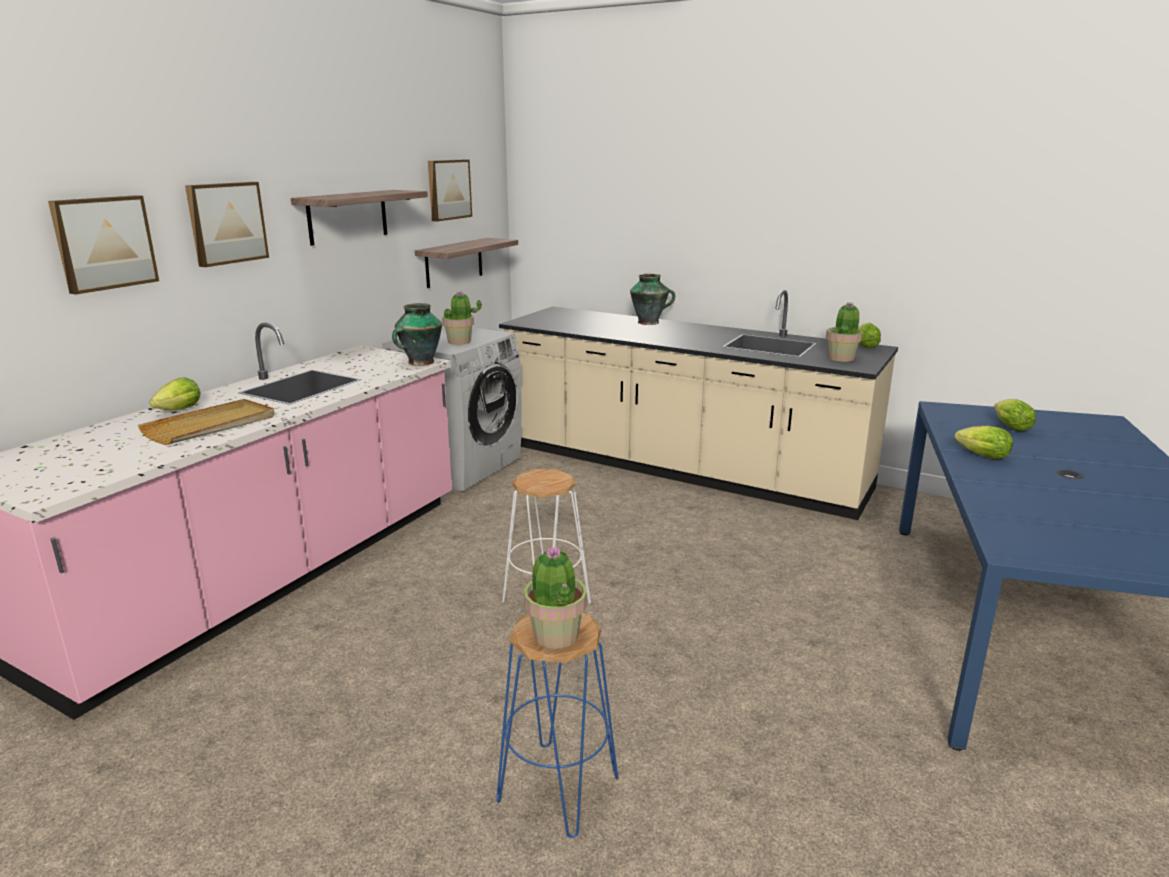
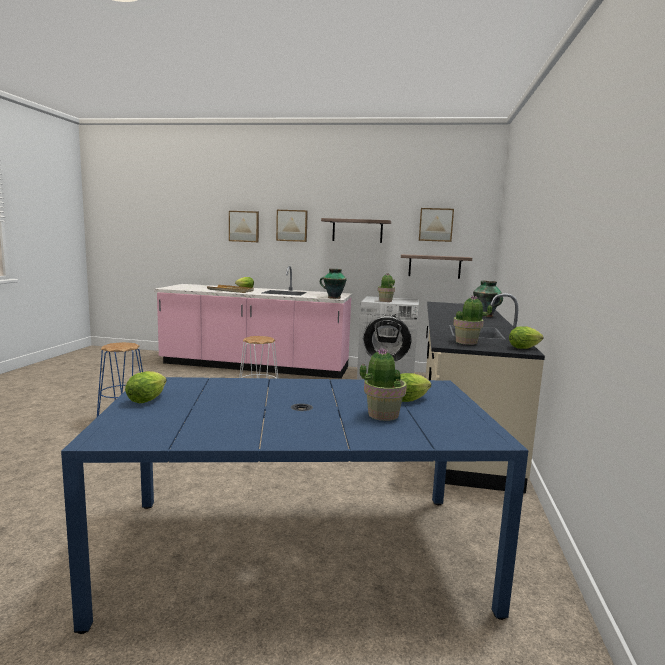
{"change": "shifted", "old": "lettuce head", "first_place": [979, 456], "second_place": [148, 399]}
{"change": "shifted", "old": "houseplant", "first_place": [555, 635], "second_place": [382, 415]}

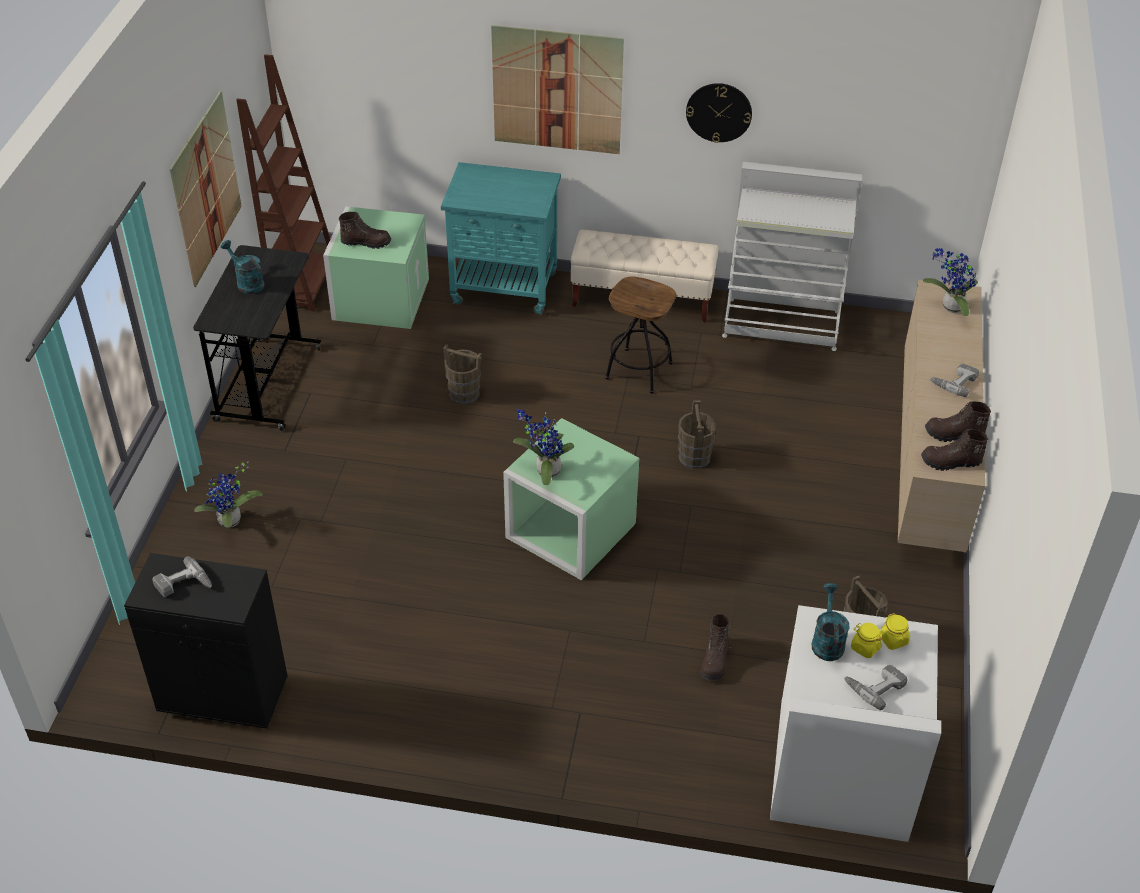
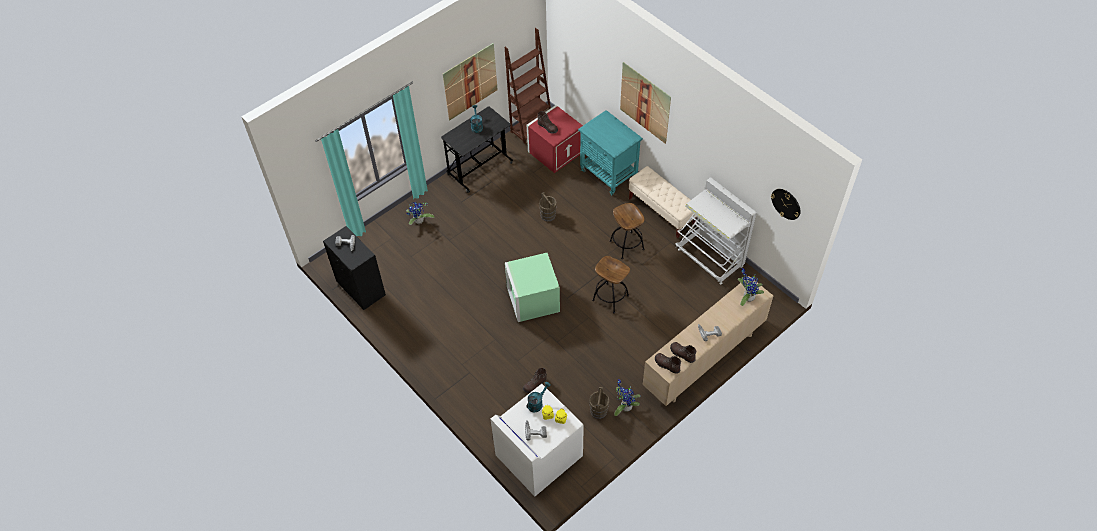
{"change": "repainted", "old": "green storage container", "new": "reddish storage container", "first_place": [380, 298], "second_place": [555, 151]}
{"change": "swapped", "old": "brownish water bucket", "new": "brownish sitting stool", "first_place": [694, 457], "second_place": [610, 297]}
{"change": "shifted", "old": "houseplant", "first_place": [545, 471], "second_place": [625, 406]}
{"change": "shifted", "old": "wall clock", "first_place": [719, 112], "second_place": [786, 203]}

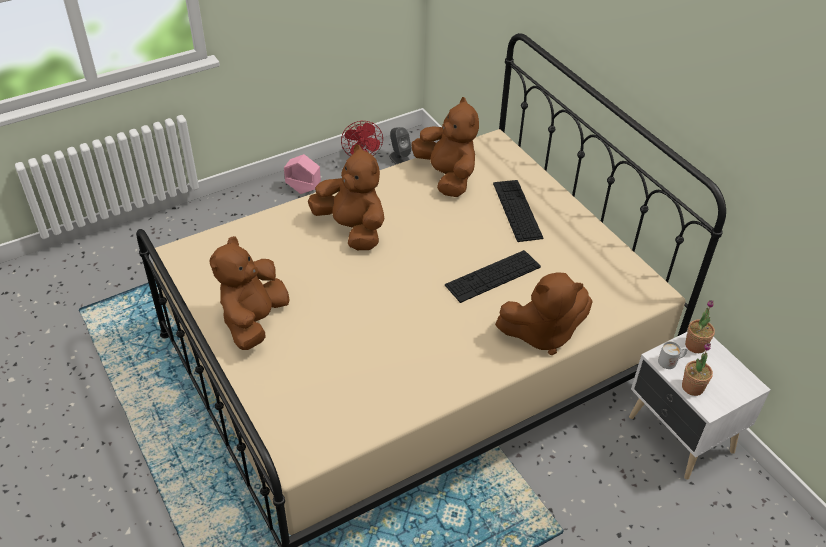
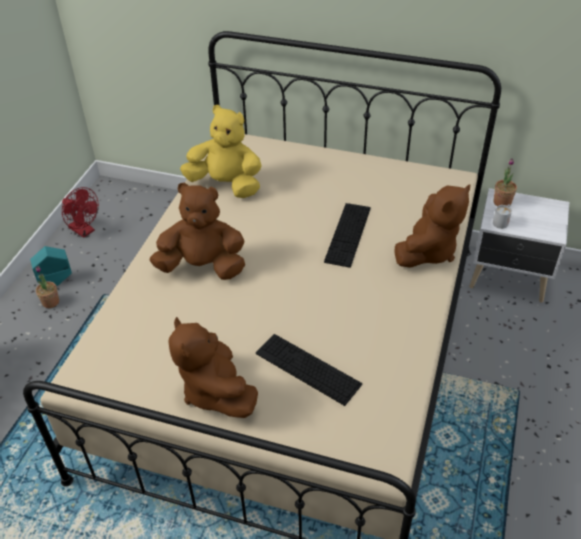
{"change": "repainted", "old": "pink-coloured flower pot", "new": "turquoise-coloured flower pot", "first_place": [303, 189], "second_place": [56, 280]}
{"change": "shifted", "old": "houseplant", "first_place": [692, 387], "second_place": [51, 302]}
{"change": "repainted", "old": "brownish soft toy", "new": "yellow-coloured soft toy", "first_place": [447, 177], "second_place": [226, 185]}
{"change": "shifted", "old": "PC keyboard", "first_place": [517, 210], "second_place": [307, 368]}
{"change": "gone", "old": "gray loudspeaker", "first_place": [399, 158]}

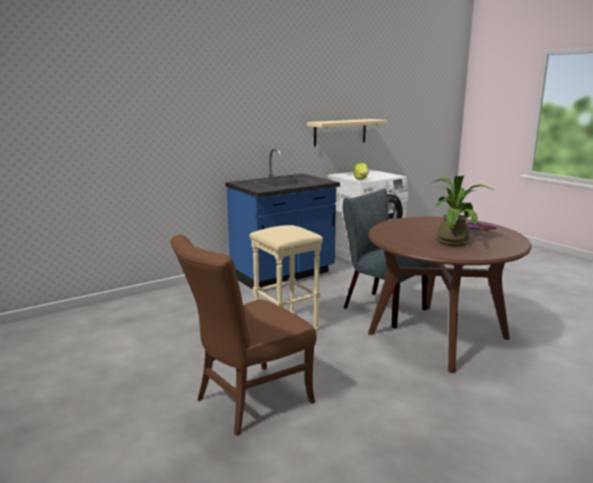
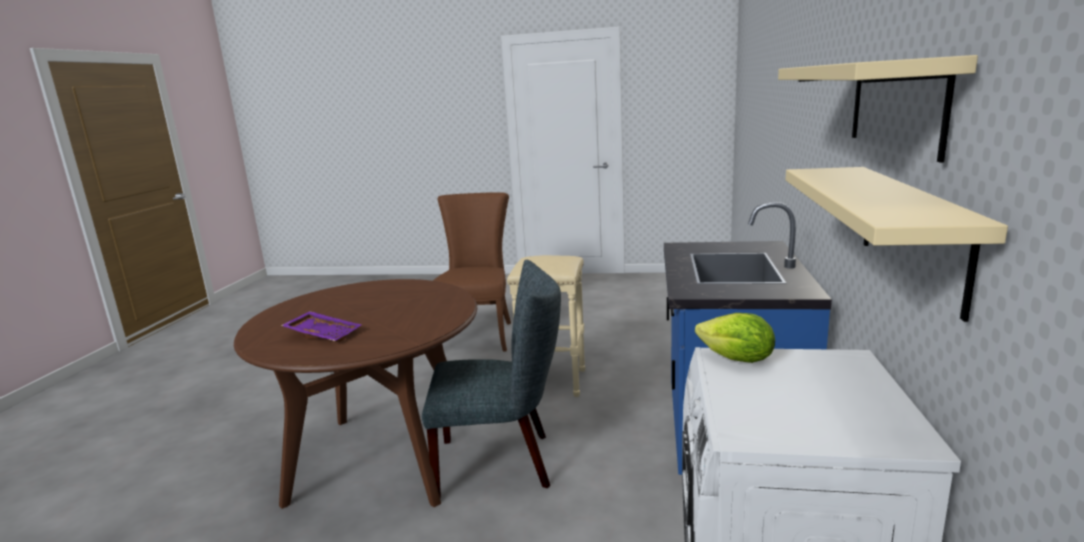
{"change": "new", "new": "sand-coloured shelf", "second_place": [895, 104]}
{"change": "gone", "old": "houseplant", "first_place": [453, 241]}

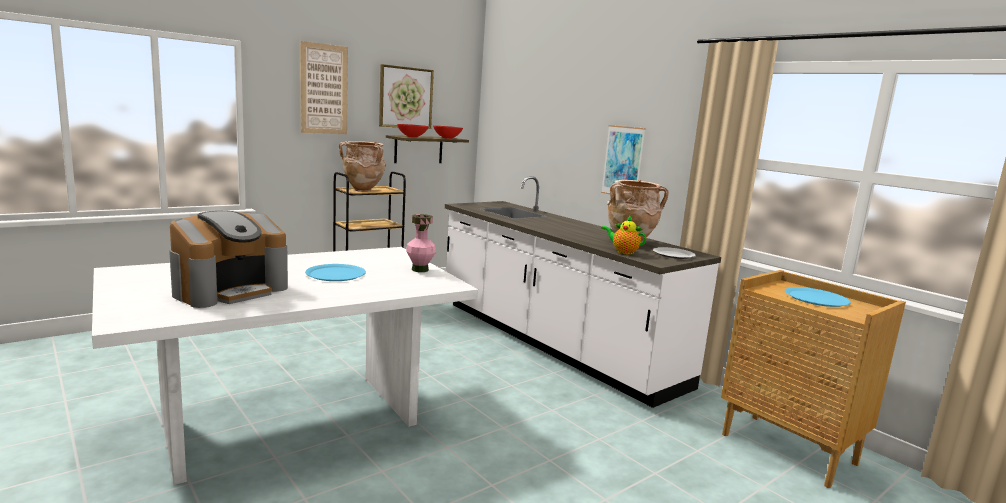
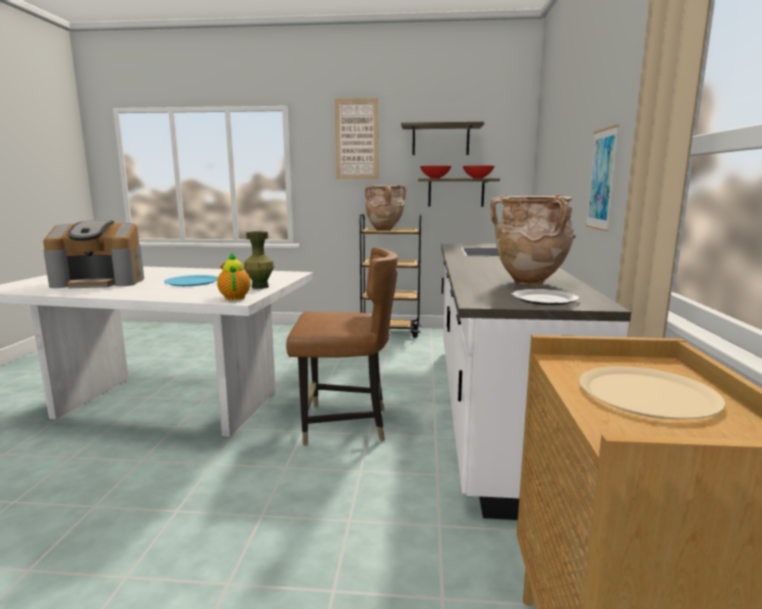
{"change": "shifted", "old": "tea pot", "first_place": [623, 252], "second_place": [235, 297]}
{"change": "repainted", "old": "pink-coloured decorative vase", "new": "green decorative vase", "first_place": [420, 270], "second_place": [259, 287]}
{"change": "new", "new": "brownish upright chair", "second_place": [345, 424]}
{"change": "swapped", "old": "wall art", "new": "shelf", "first_place": [405, 97], "second_place": [440, 140]}
{"change": "repainted", "old": "blue-coloured flat dish", "new": "sand-coloured flat dish", "first_place": [816, 298], "second_place": [647, 394]}

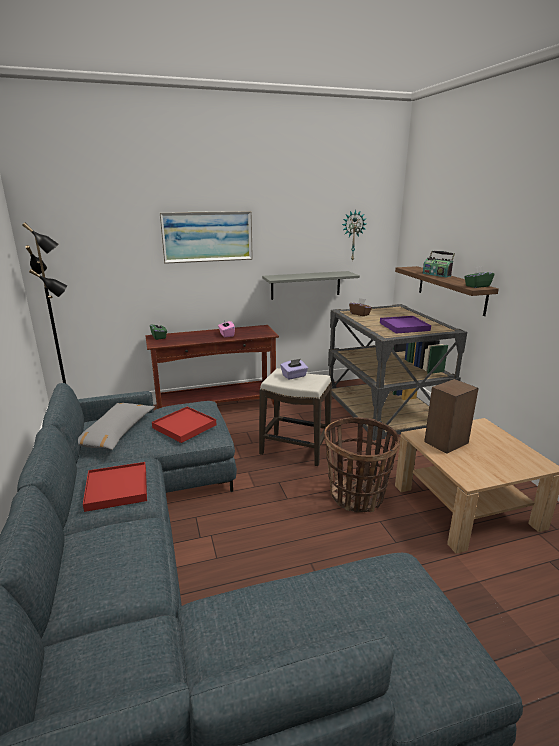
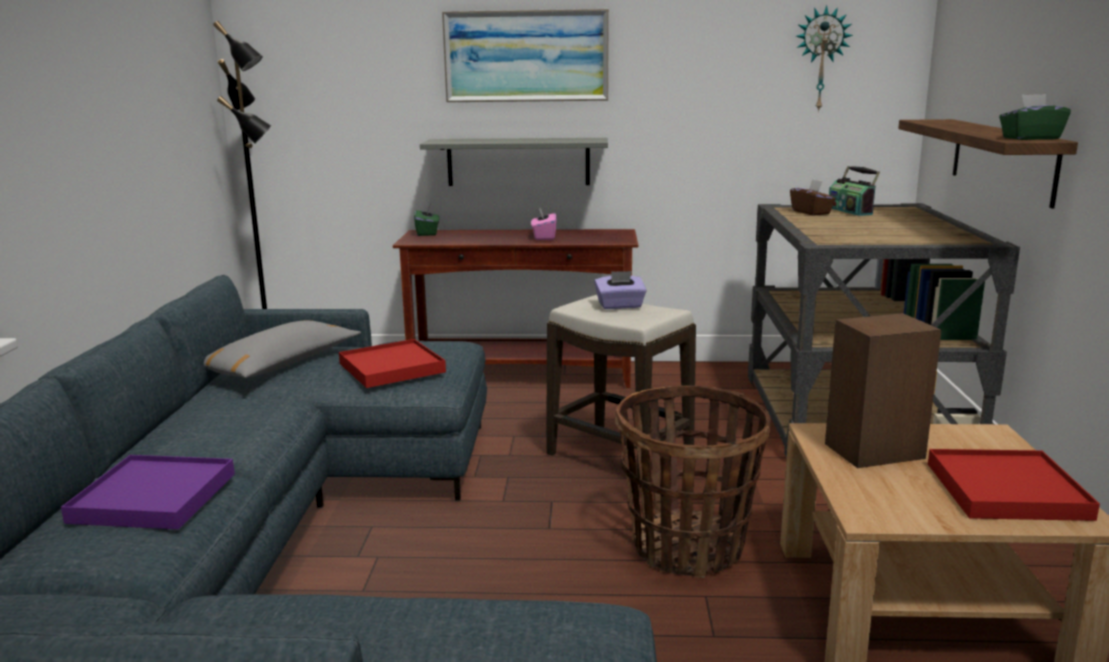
{"change": "shifted", "old": "purple-coloured serving tray", "first_place": [404, 327], "second_place": [154, 497]}
{"change": "shifted", "old": "gray shelf", "first_place": [306, 285], "second_place": [518, 162]}
{"change": "shifted", "old": "radio set", "first_place": [437, 274], "second_place": [851, 211]}
{"change": "shifted", "old": "reddish serving tray", "first_place": [117, 488], "second_place": [1006, 490]}

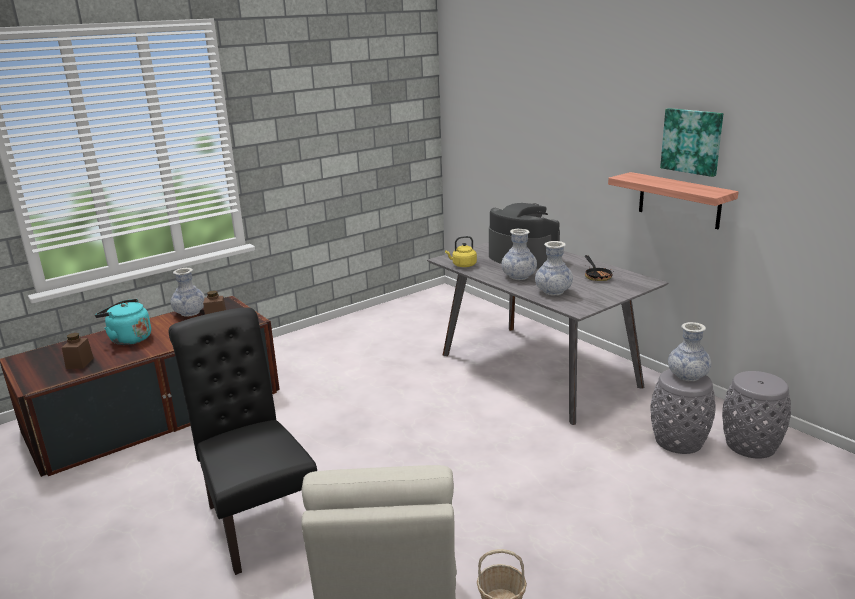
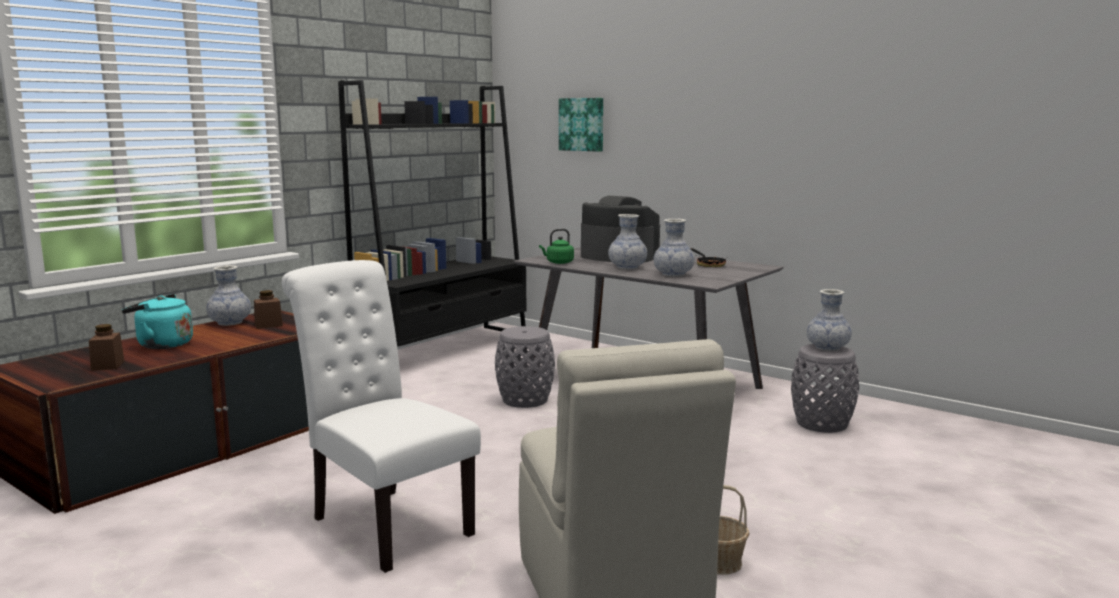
{"change": "repainted", "old": "black-coloured upright chair", "new": "whitish upright chair", "first_place": [257, 519], "second_place": [384, 523]}
{"change": "new", "new": "black-coloured shelving unit", "second_place": [445, 349]}
{"change": "shifted", "old": "gray sitting stool", "first_place": [750, 445], "second_place": [525, 400]}
{"change": "repainted", "old": "yellow-coloured kettle", "new": "green kettle", "first_place": [463, 265], "second_place": [558, 262]}
{"change": "shifted", "old": "wall art", "first_place": [692, 141], "second_place": [582, 124]}
{"change": "gone", "old": "shelf", "first_place": [679, 200]}

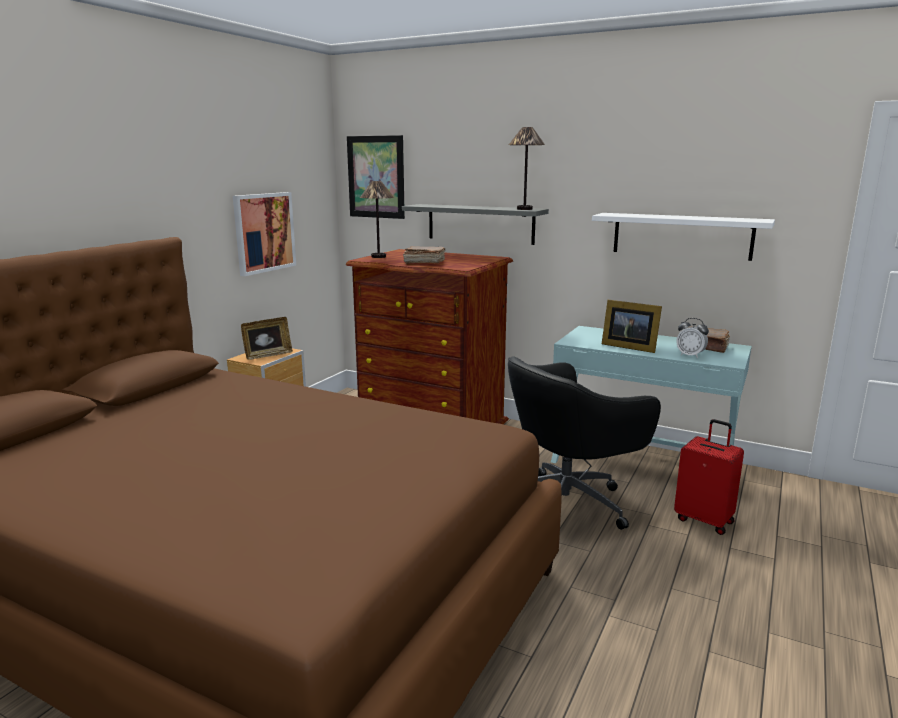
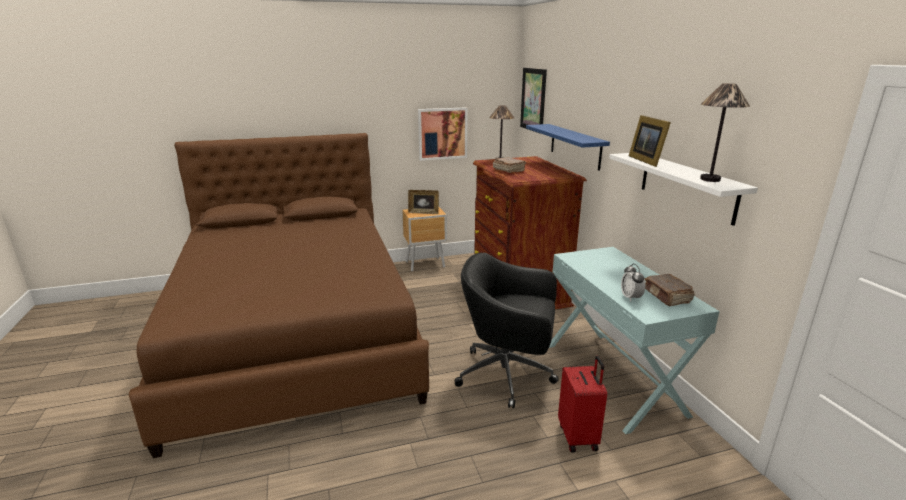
{"change": "repainted", "old": "gray shelf", "new": "blue-coloured shelf", "first_place": [480, 223], "second_place": [575, 146]}
{"change": "shifted", "old": "standing frame", "first_place": [628, 346], "second_place": [647, 160]}
{"change": "shifted", "old": "lamp for a table", "first_place": [524, 209], "second_place": [709, 179]}

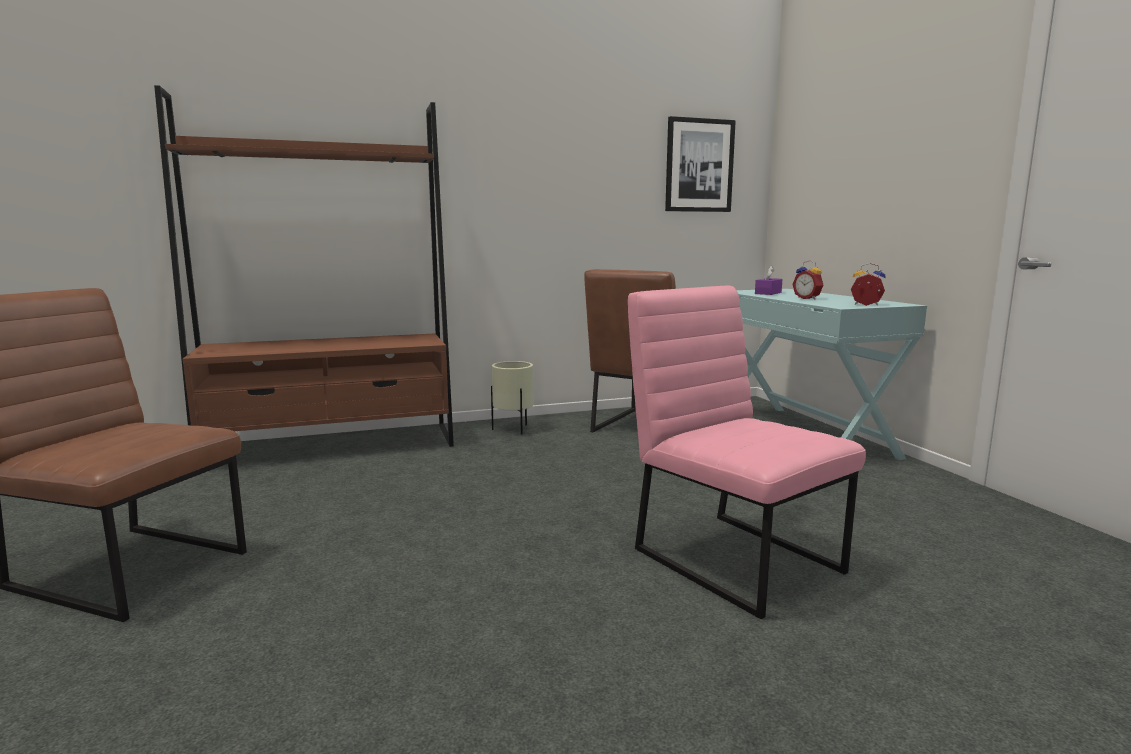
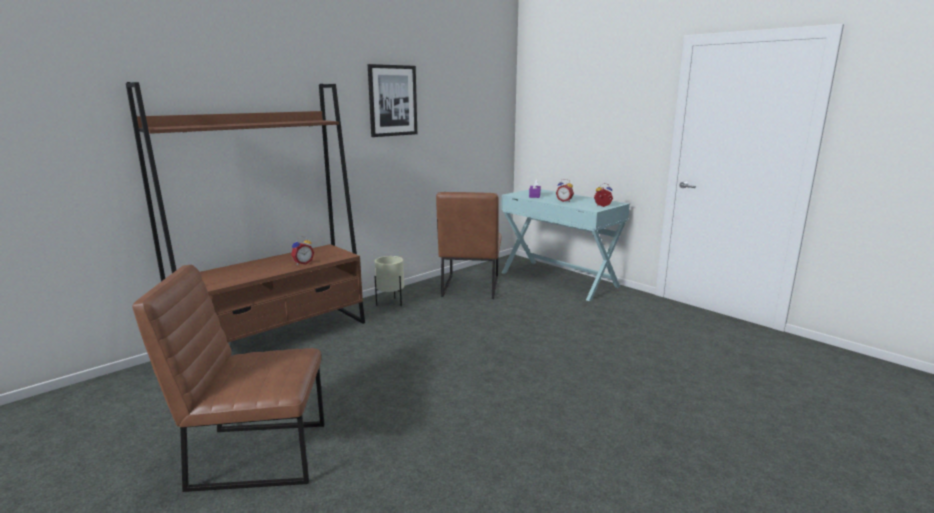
{"change": "new", "new": "table clock", "second_place": [302, 263]}
{"change": "shifted", "old": "wall art", "first_place": [699, 165], "second_place": [392, 100]}
{"change": "gone", "old": "pink-coloured upright chair", "first_place": [733, 557]}

